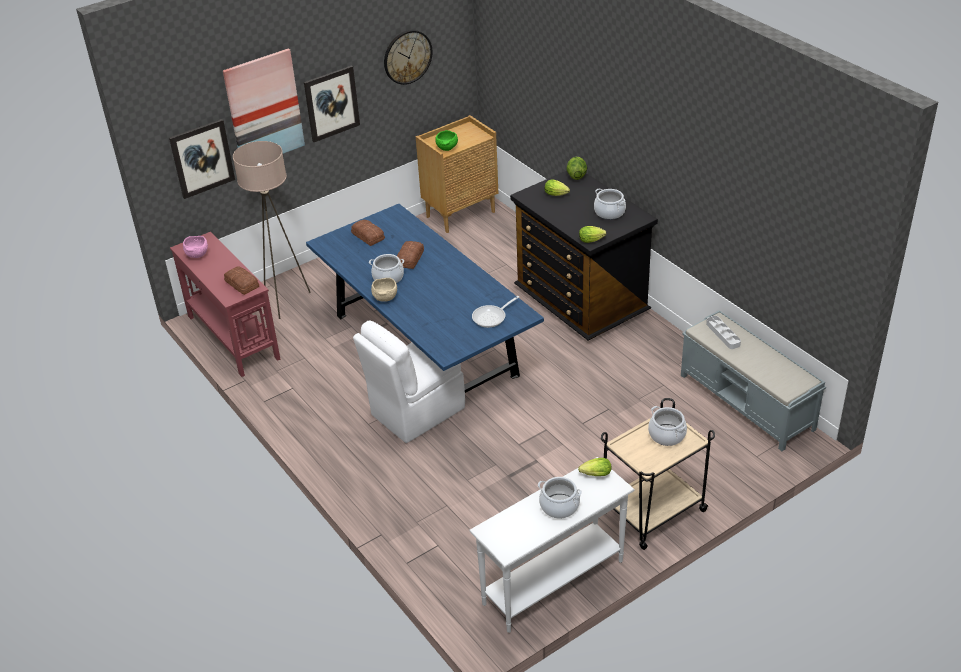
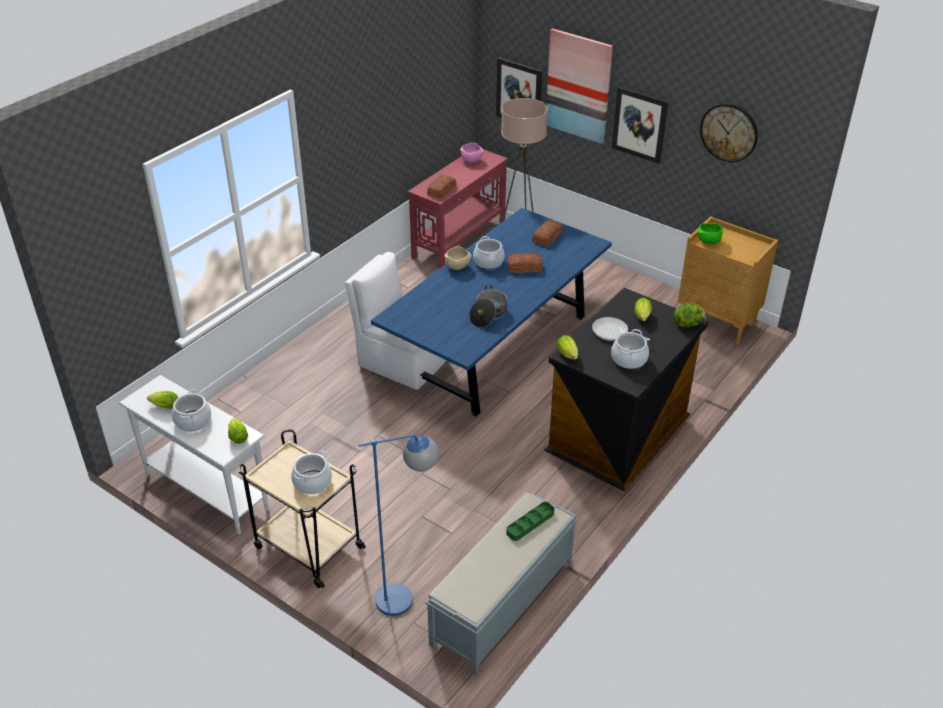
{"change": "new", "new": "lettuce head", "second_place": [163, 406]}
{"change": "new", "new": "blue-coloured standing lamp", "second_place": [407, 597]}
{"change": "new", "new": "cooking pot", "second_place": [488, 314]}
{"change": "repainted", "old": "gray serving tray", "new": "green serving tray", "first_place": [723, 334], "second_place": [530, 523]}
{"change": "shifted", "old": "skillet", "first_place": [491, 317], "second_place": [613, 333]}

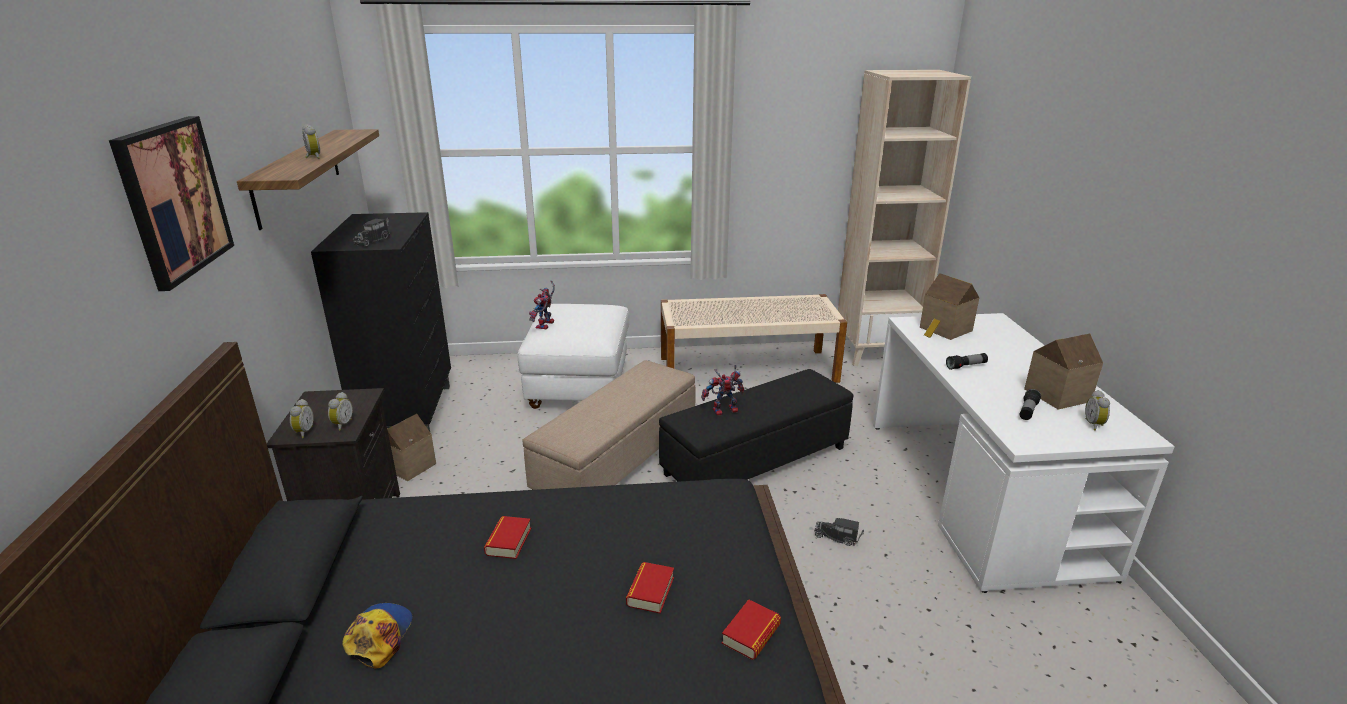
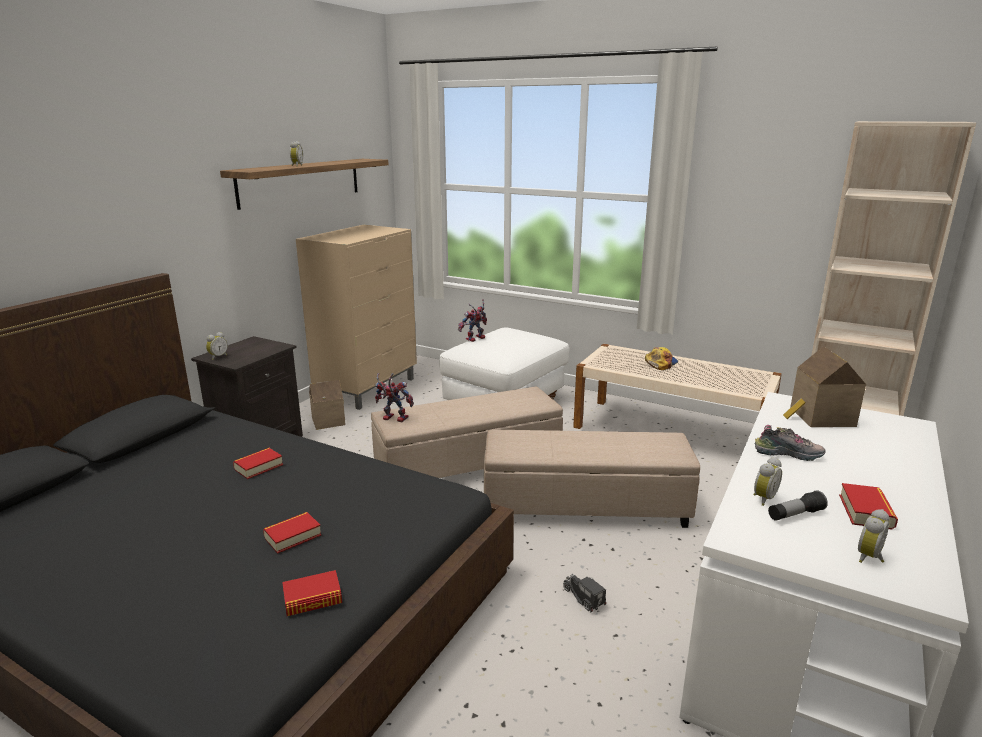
{"change": "repainted", "old": "black-coloured chest of drawers", "new": "sand-coloured chest of drawers", "first_place": [407, 413], "second_place": [367, 388]}
{"change": "shifted", "old": "toy robot", "first_place": [723, 412], "second_place": [392, 419]}
{"change": "repainted", "old": "black-coloured ottoman", "new": "sand-coloured ottoman", "first_place": [756, 461], "second_place": [585, 507]}
{"change": "shifted", "old": "baseball cap", "first_place": [379, 636], "second_place": [660, 363]}
{"change": "shifted", "old": "table clock", "first_place": [342, 425], "second_place": [762, 498]}
{"change": "swapped", "old": "torch", "new": "low shoe", "first_place": [966, 366], "second_place": [788, 454]}
{"change": "swapped", "old": "toy house", "new": "bound book", "first_place": [1054, 394], "second_place": [866, 511]}
{"change": "gone", "old": "wall art", "first_place": [174, 199]}
{"change": "gone", "old": "toy lorry", "first_place": [373, 240]}

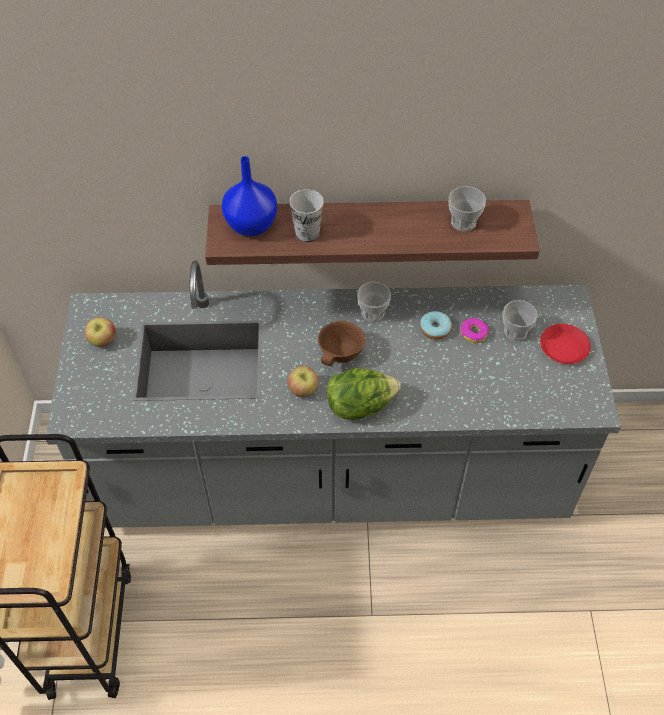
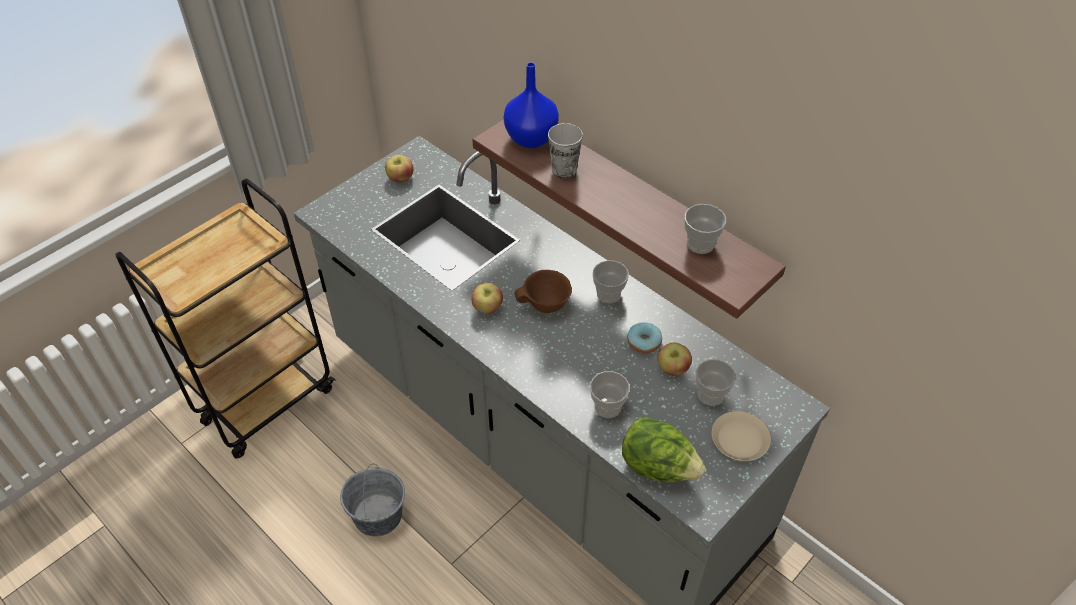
{"change": "new", "new": "gray water bucket", "second_place": [378, 516]}
{"change": "new", "new": "drinking cup", "second_place": [607, 407]}
{"change": "shifted", "old": "lettuce head", "first_place": [360, 406], "second_place": [658, 467]}
{"change": "swapped", "old": "doughnut", "new": "whole apple", "first_place": [473, 333], "second_place": [672, 369]}
{"change": "repainted", "old": "reddish flat dish", "new": "sand-coloured flat dish", "first_place": [564, 347], "second_place": [739, 440]}

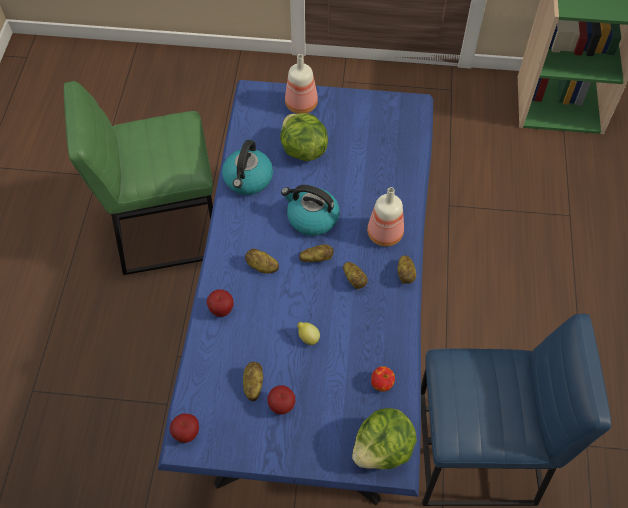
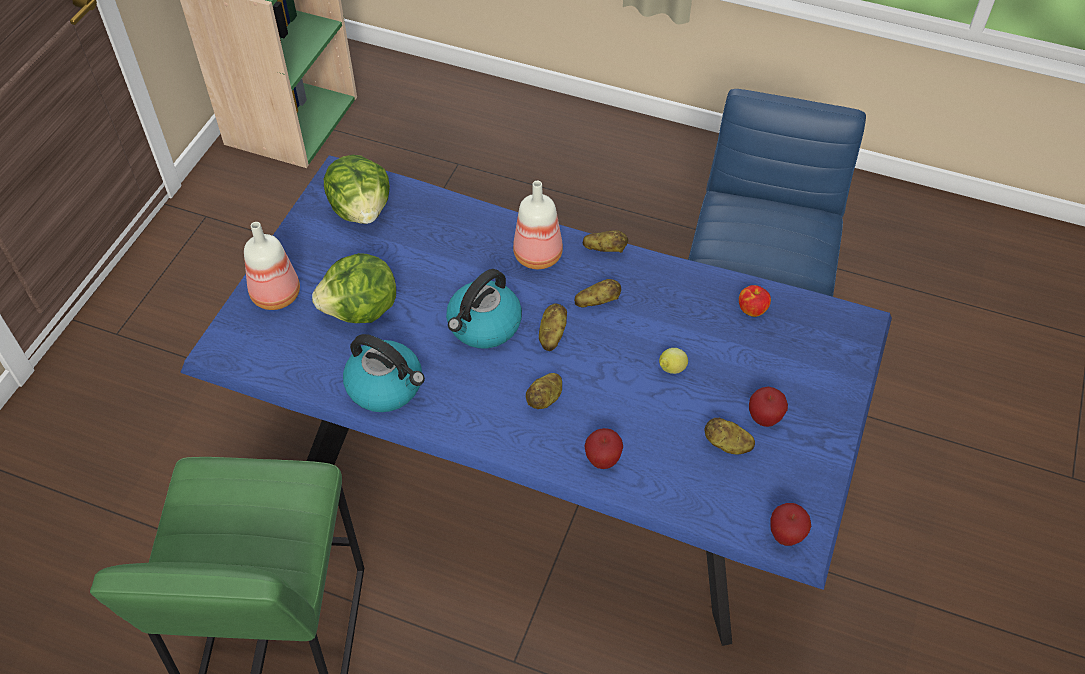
{"change": "shifted", "old": "lettuce head", "first_place": [383, 449], "second_place": [361, 210]}

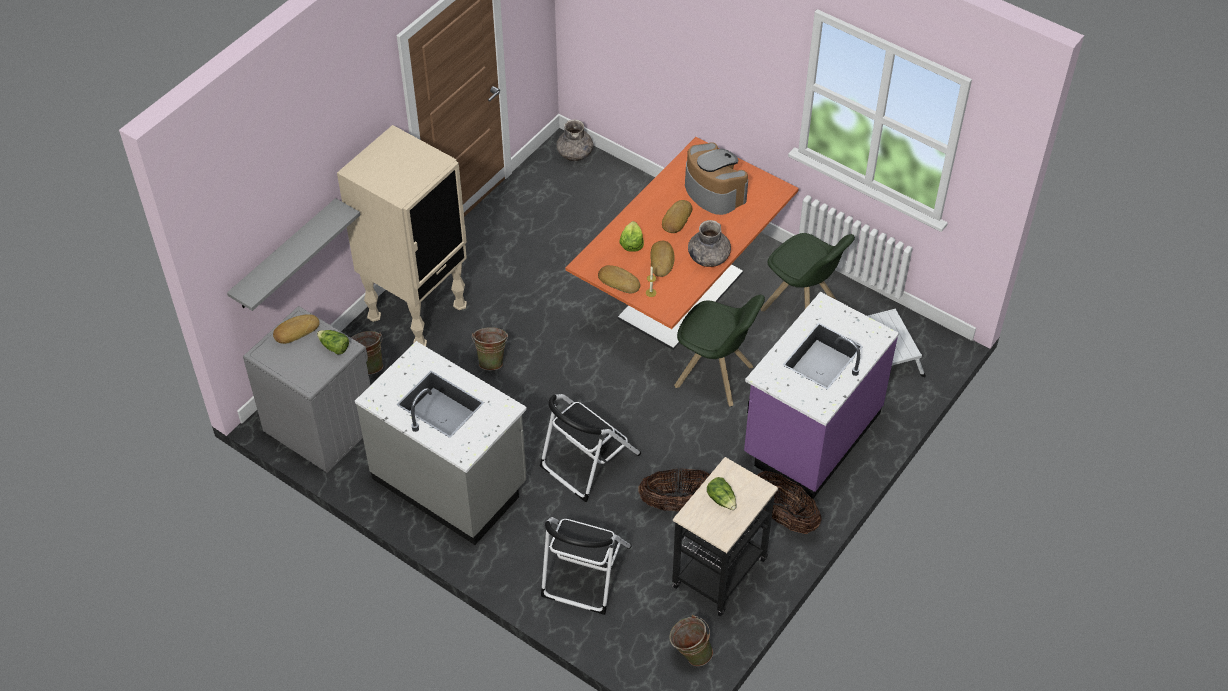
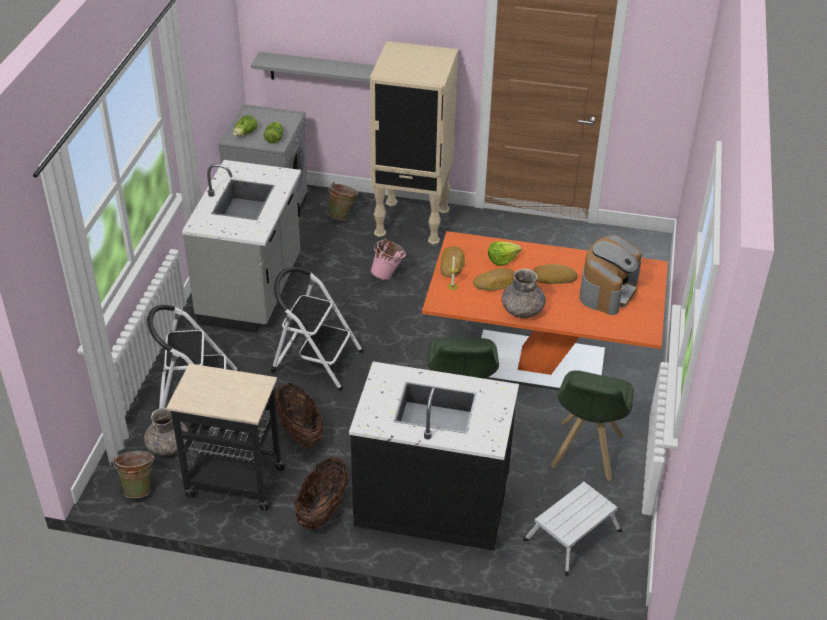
{"change": "shifted", "old": "gray decorative vase", "first_place": [575, 153], "second_place": [168, 446]}
{"change": "shifted", "old": "lettuce head", "first_place": [722, 499], "second_place": [245, 133]}
{"change": "repainted", "old": "purple-coloured kitchen counter", "new": "black-coloured kitchen counter", "first_place": [810, 435], "second_place": [432, 502]}
{"change": "repainted", "old": "green water bucket", "new": "pink-coloured water bucket", "first_place": [492, 360], "second_place": [388, 275]}
{"change": "gone", "old": "baked bread", "first_place": [296, 331]}

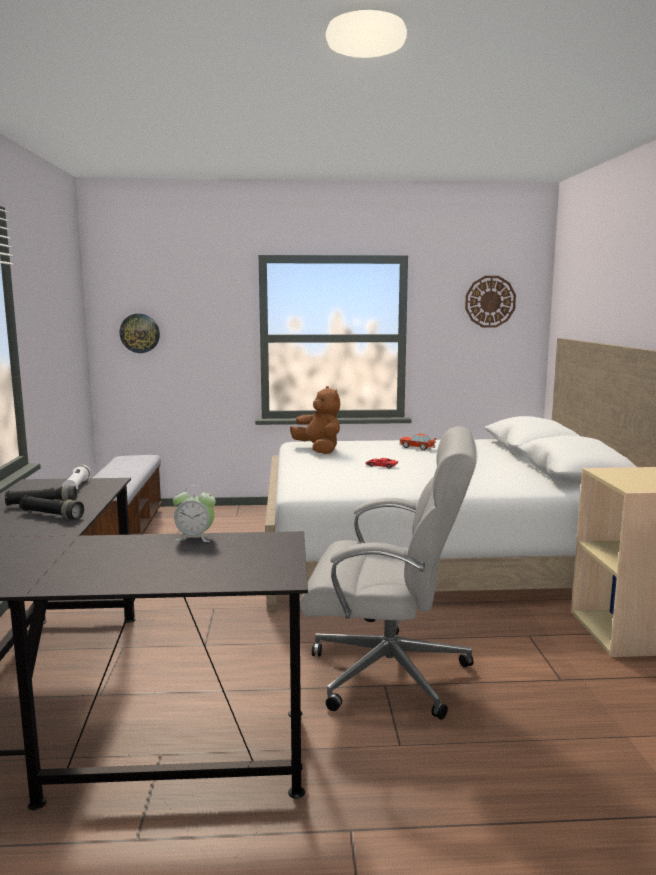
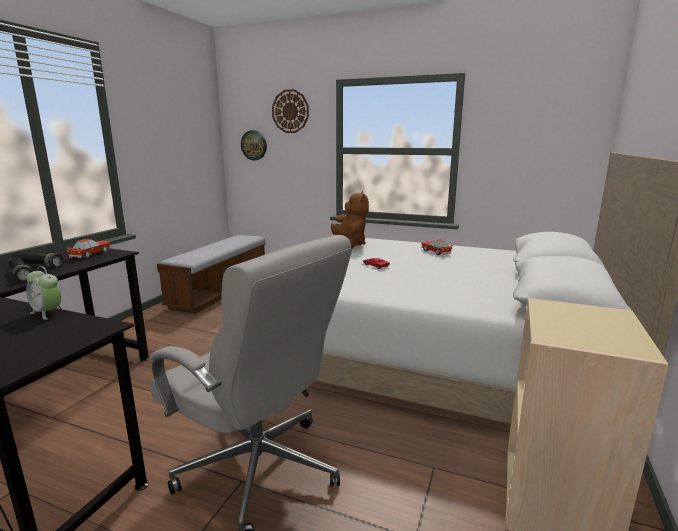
{"change": "swapped", "old": "whitish torch", "new": "model car", "first_place": [76, 486], "second_place": [91, 254]}
{"change": "shifted", "old": "wall clock", "first_place": [490, 301], "second_place": [290, 111]}

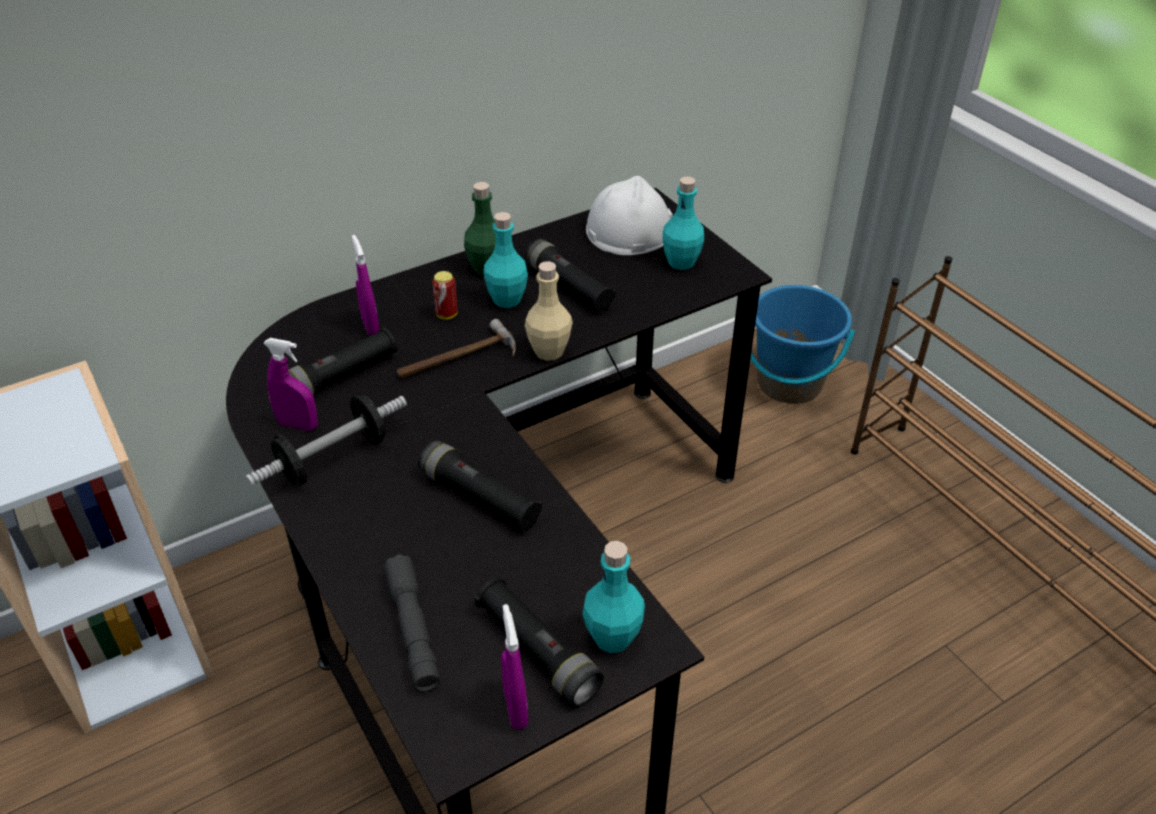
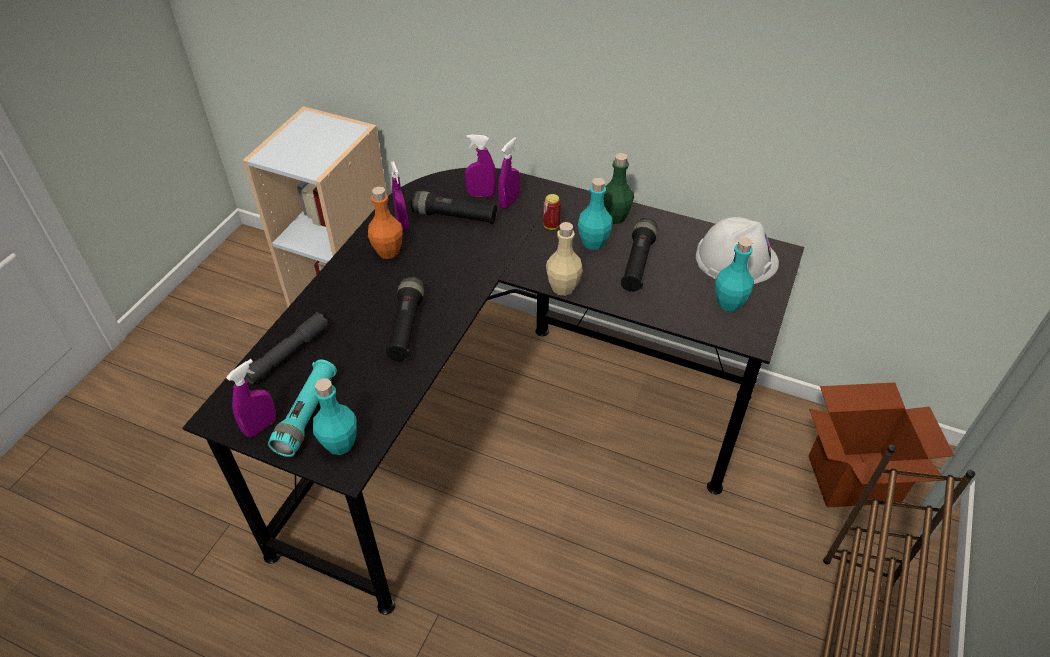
{"change": "repainted", "old": "black-coloured torch", "new": "turquoise-coloured torch", "first_place": [537, 651], "second_place": [307, 415]}
{"change": "swapped", "old": "free weight", "new": "orange drink bottle", "first_place": [333, 458], "second_place": [388, 251]}
{"change": "new", "new": "purple-coloured sprayer", "second_place": [481, 194]}
{"change": "swapped", "old": "blue-coloured water bucket", "new": "carton", "first_place": [789, 383], "second_place": [854, 479]}
{"change": "gone", "old": "hammer", "first_place": [457, 359]}

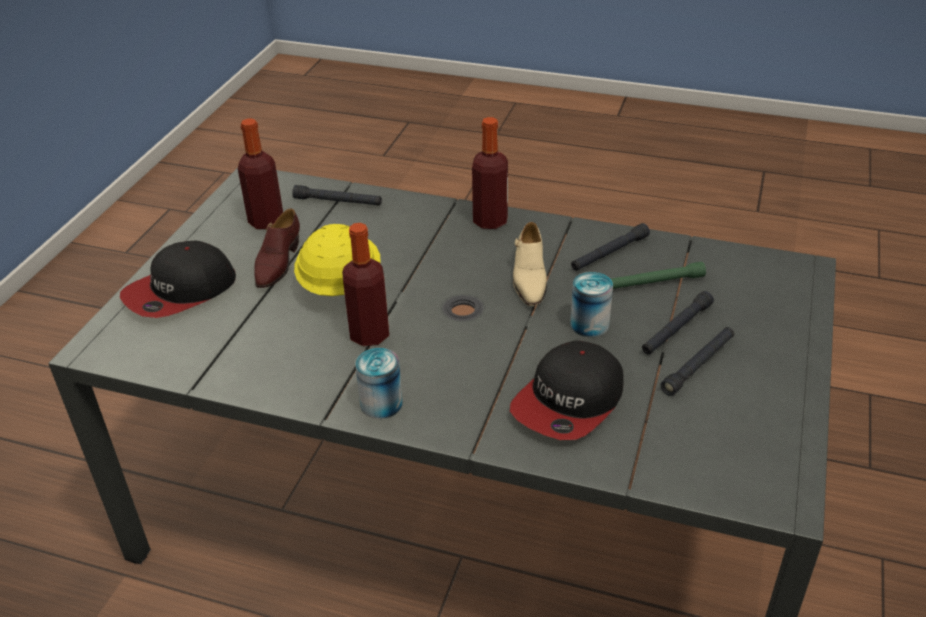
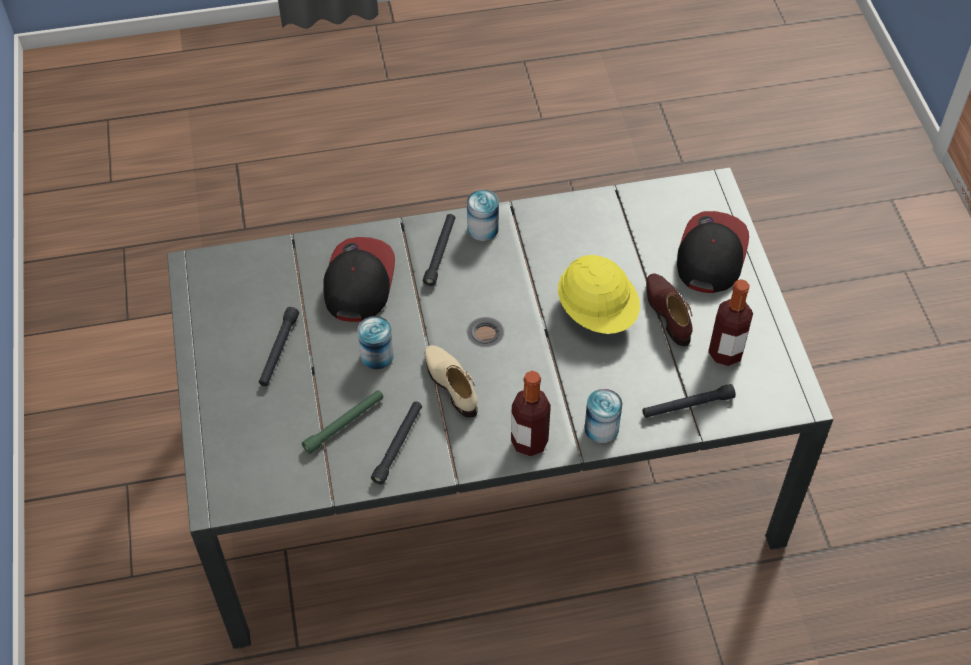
{"change": "shifted", "old": "black-coloured torch", "first_place": [676, 329], "second_place": [440, 252]}
{"change": "new", "new": "can", "second_place": [601, 428]}
{"change": "gone", "old": "drink bottle", "first_place": [369, 335]}

